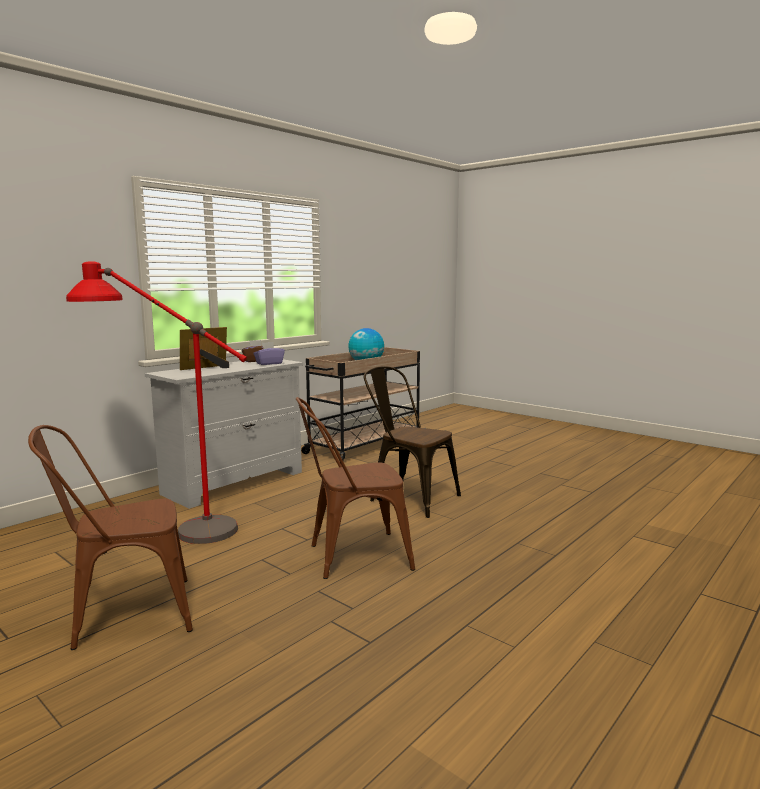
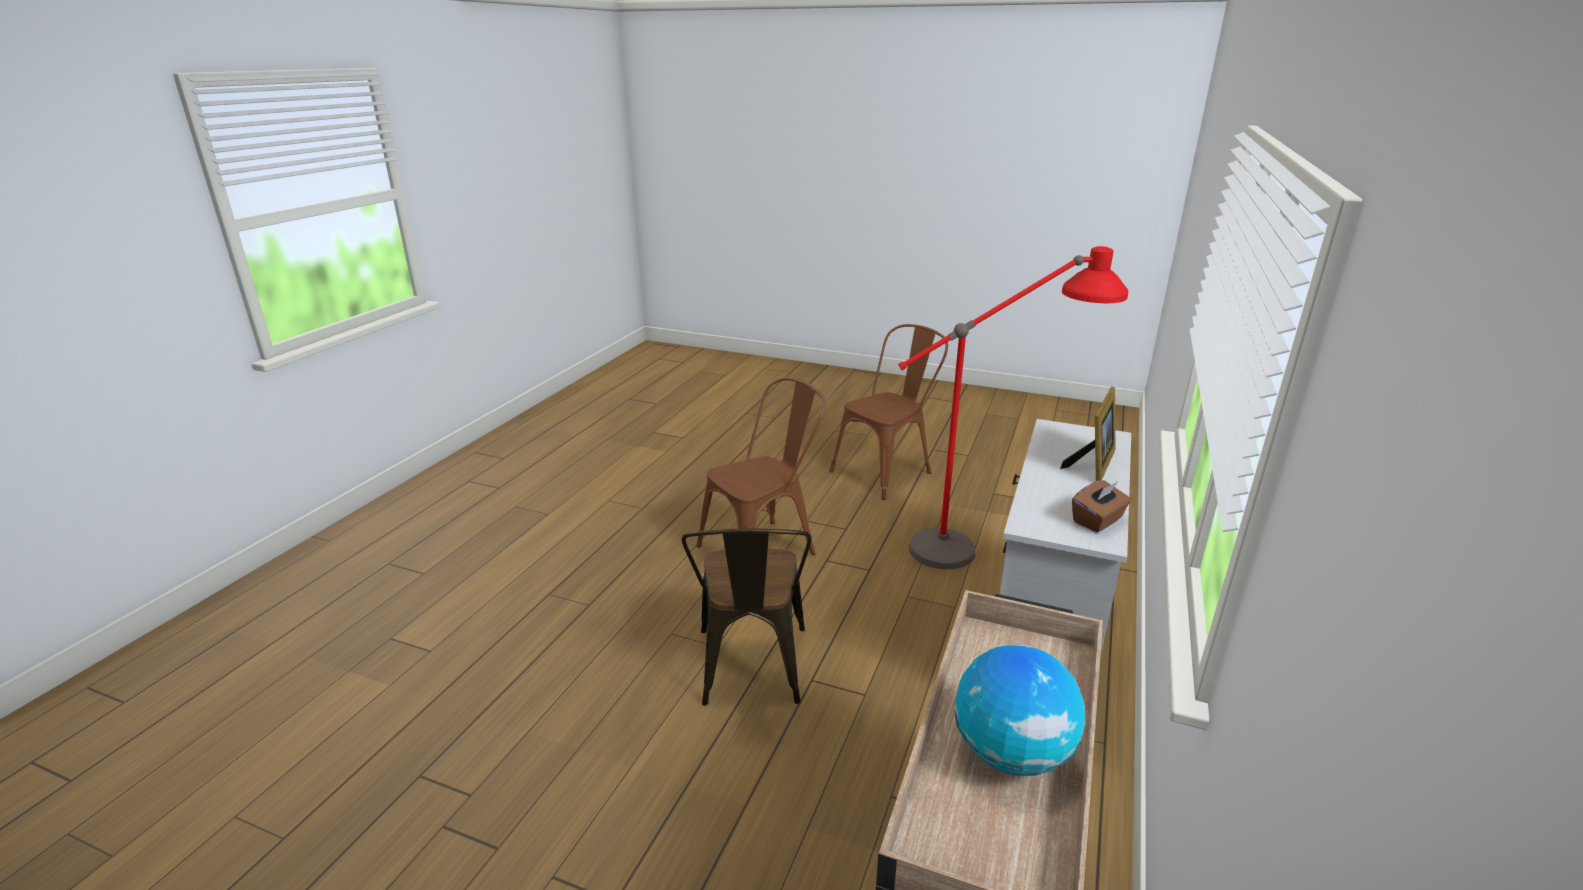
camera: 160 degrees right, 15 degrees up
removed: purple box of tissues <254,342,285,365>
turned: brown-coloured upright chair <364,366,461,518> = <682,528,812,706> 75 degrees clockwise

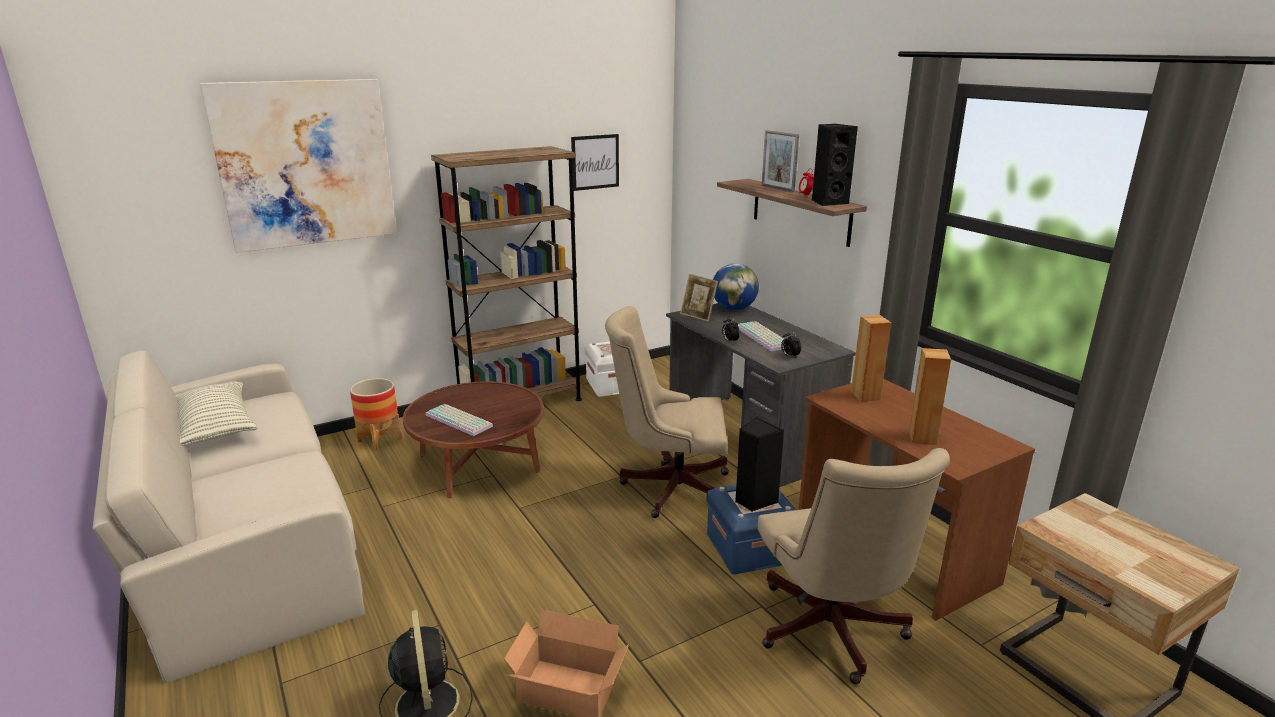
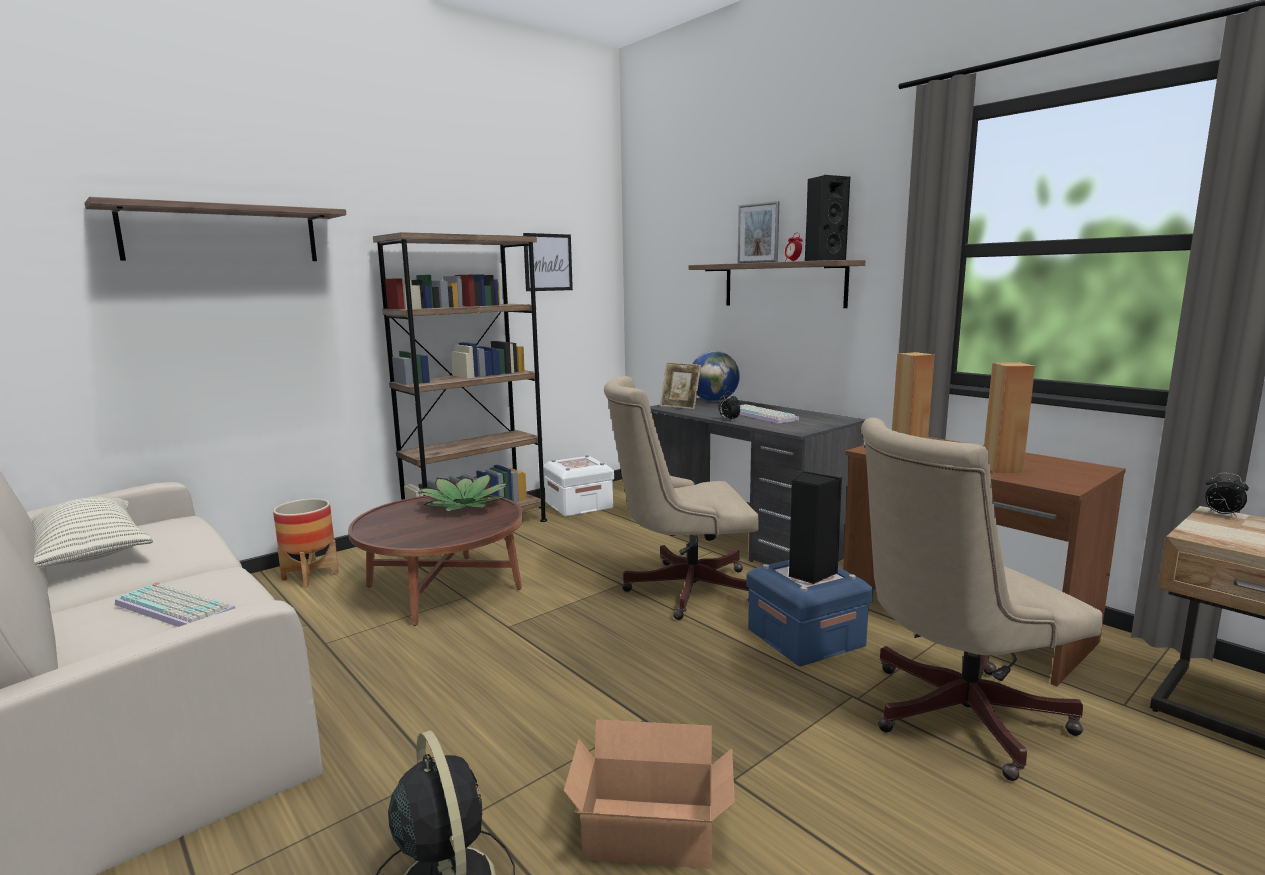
camera: 10 degrees left, 10 degrees down
added: potted plant <419,474,508,511>
moved: computer keyboard <426,404,493,436> to <115,582,235,627>; table clock <781,330,801,358> to <1205,473,1249,518>
replaced: wall art <200,79,397,253> to bracket shelf <85,197,346,261>
turned: beige-coloured desk chair <758,448,950,684> = <861,418,1102,781> 90 degrees clockwise

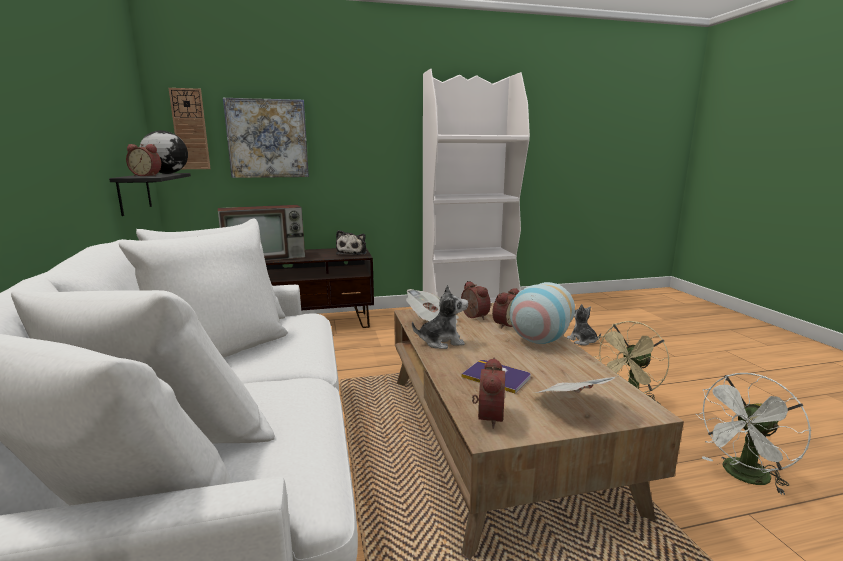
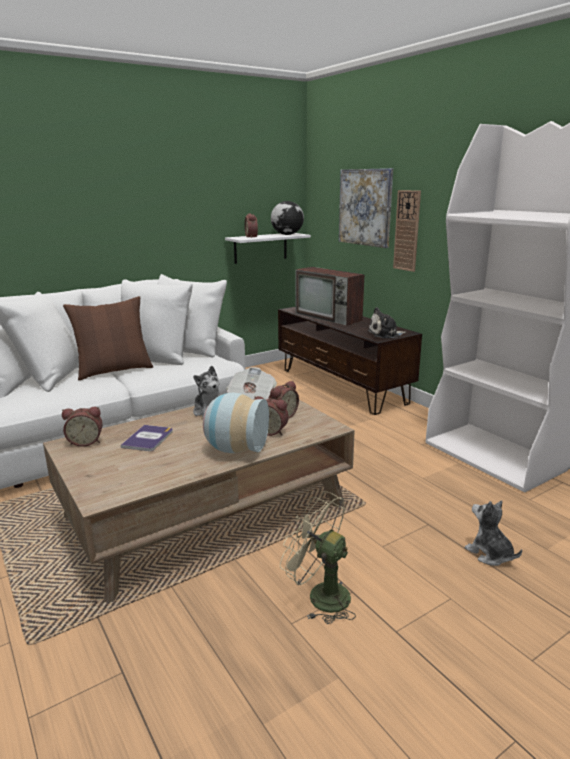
camera: 70 degrees right, 5 degrees up
removed: newspaper <535,376,618,393>; white-coloured electric fan <696,373,812,495>
added: brown-coloured throw pillow <63,296,153,380>
moved: clock on the wall <169,88,211,169> to <393,190,421,272>
recoloured: black-coloured bracket shelf <109,173,191,216> to white-coloured bracket shelf <225,233,311,264>
turned: soft toy <567,304,601,345> = <465,500,522,566> 75 degrees counterclockwise

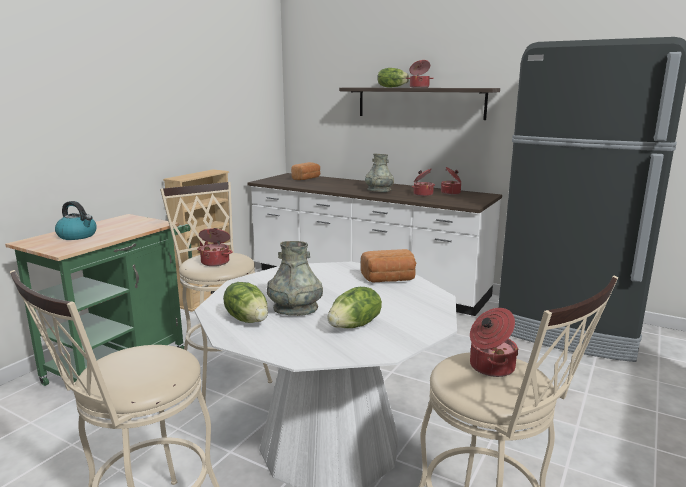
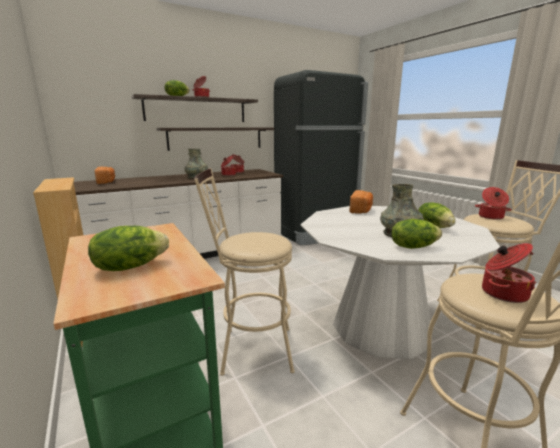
camera: 60 degrees left, 0 degrees up
added: bracket shelf <157,128,274,151>
moved: saucepot <197,228,233,266> to <482,243,536,303>
replaced: kettle <55,201,97,240> to lettuce <88,226,169,271>

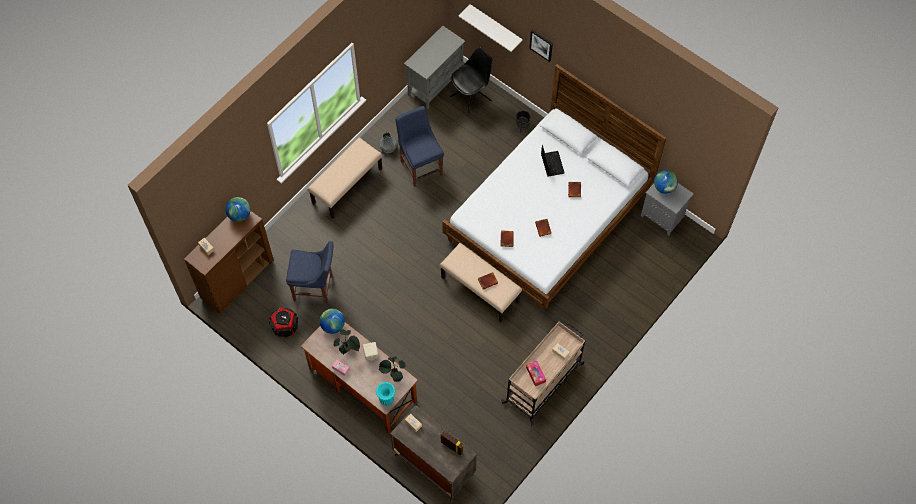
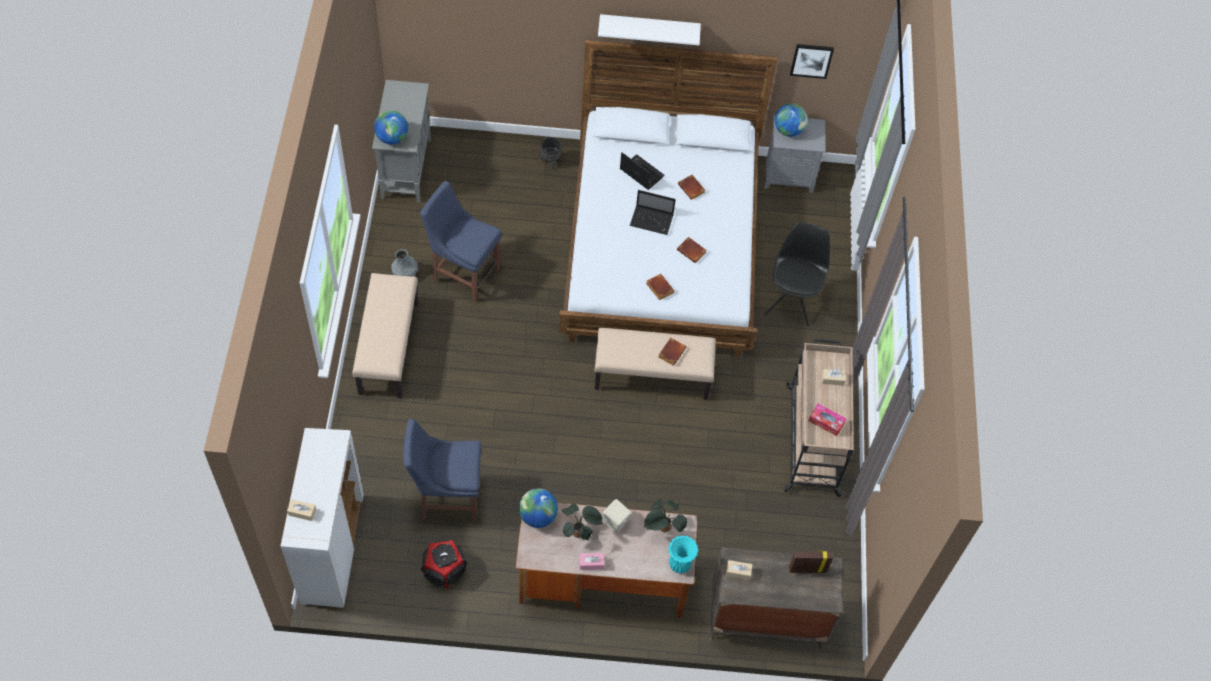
camera: 40 degrees left, 5 degrees down
added: portable computer <630,190,676,235>
moved: desk globe <225,197,251,222> to <374,110,408,145>; black-coloured upright chair <450,47,493,116> to <765,222,830,326>; white-coloured bracket shelf <458,4,523,52> to <598,14,701,45>; wall art <529,30,553,62> to <790,44,834,79>
recoloured: brown-coloured cupboard <184,211,274,314> to white-coloured cupboard <281,428,364,608>
turned: bluish upright chair <286,241,333,304> = <404,419,481,521> 150 degrees counterclockwise

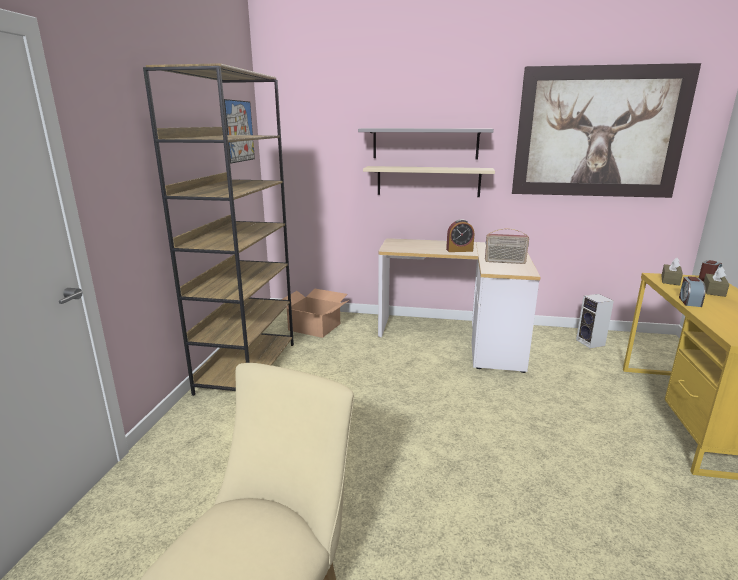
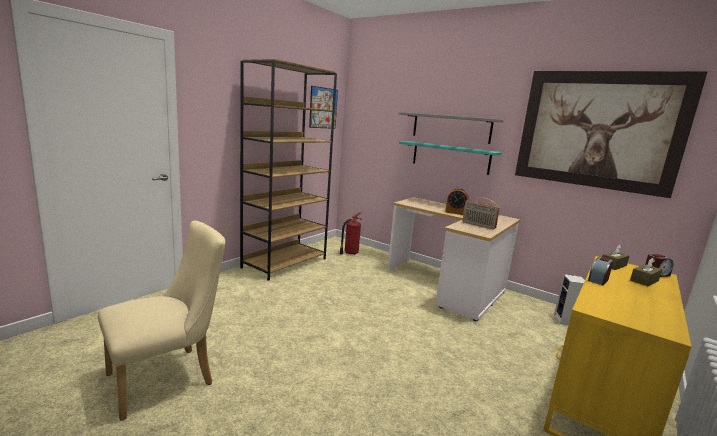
camera: 25 degrees right, 5 degrees down
replaced: packing box <281,288,349,338> to fire extinguisher <340,212,362,255>
recoloured: beige-coloured bracket shelf <363,166,495,197> to blue-green bracket shelf <399,141,502,175>

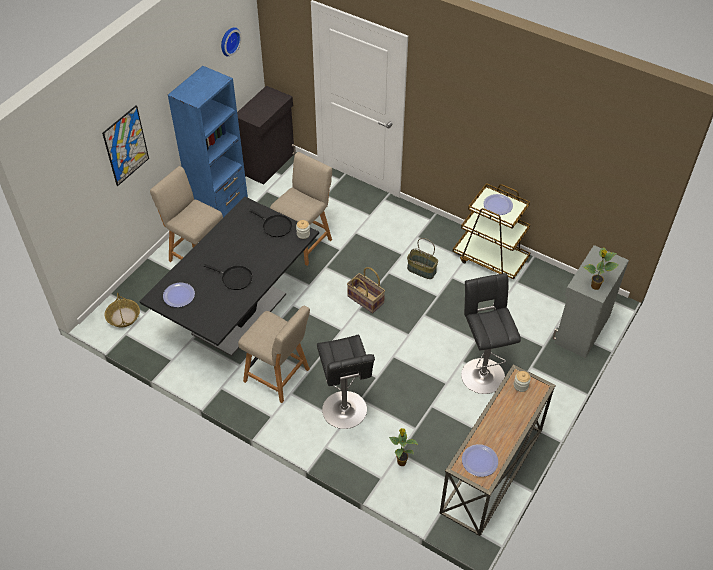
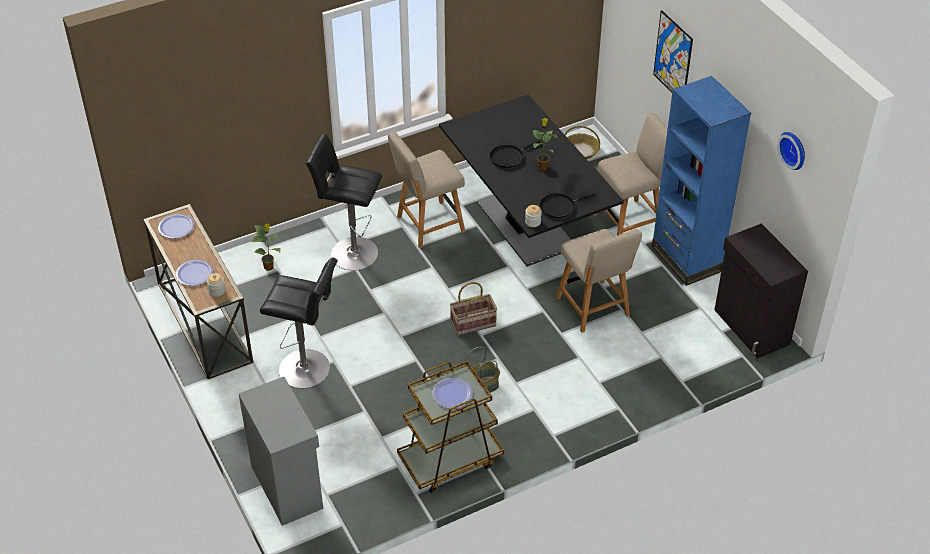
camera: 120 degrees right, 5 degrees down
moved: plate <163,283,195,307> to <176,260,213,286>; potted plant <583,247,619,290> to <533,118,558,171>

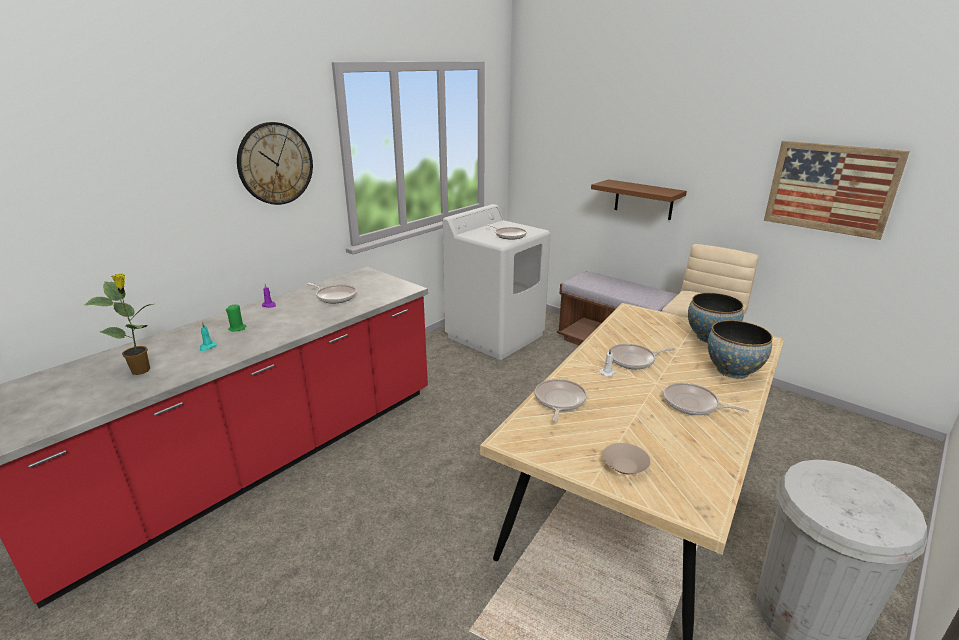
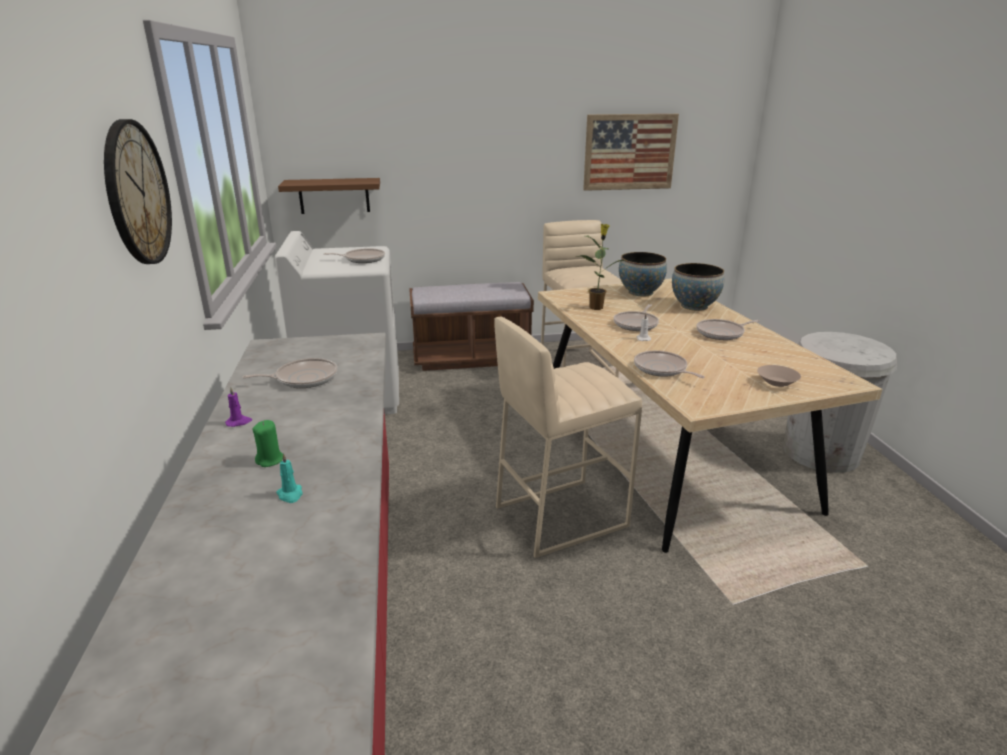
camera: 50 degrees left, 0 degrees up
added: beige-coloured sitting stool <494,317,642,558>
moved: potted plant <84,274,153,375> to <576,224,624,310>; brown-coloured bracket shelf <591,179,687,220> to <278,178,380,214>

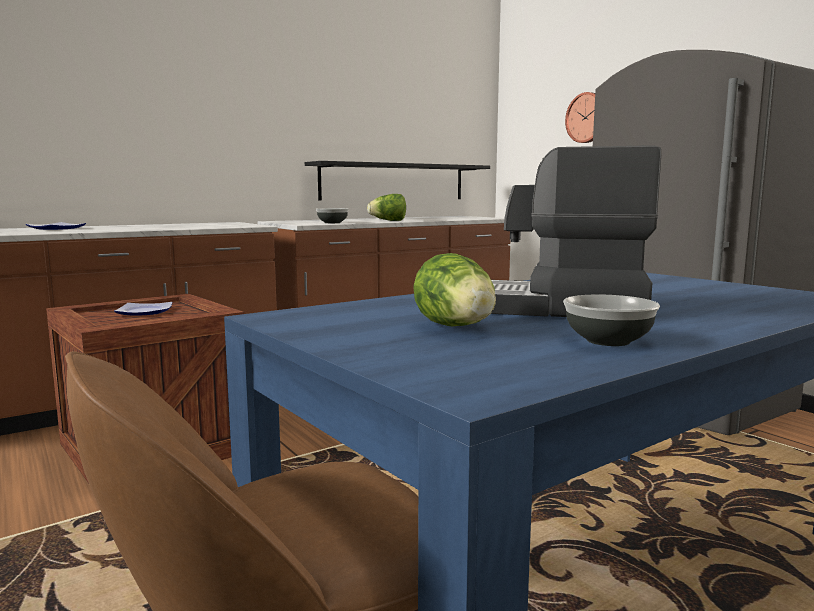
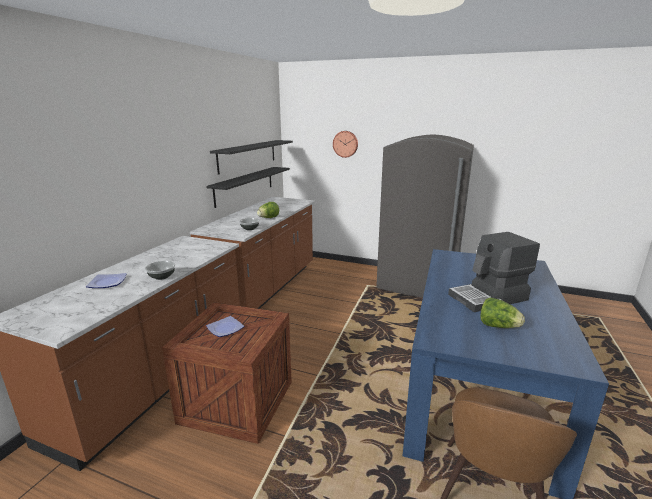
camera: 35 degrees left, 10 degrees up
added: black-coloured bracket shelf <210,140,293,175>
moved: bowl <563,294,660,346> to <145,261,175,280>

